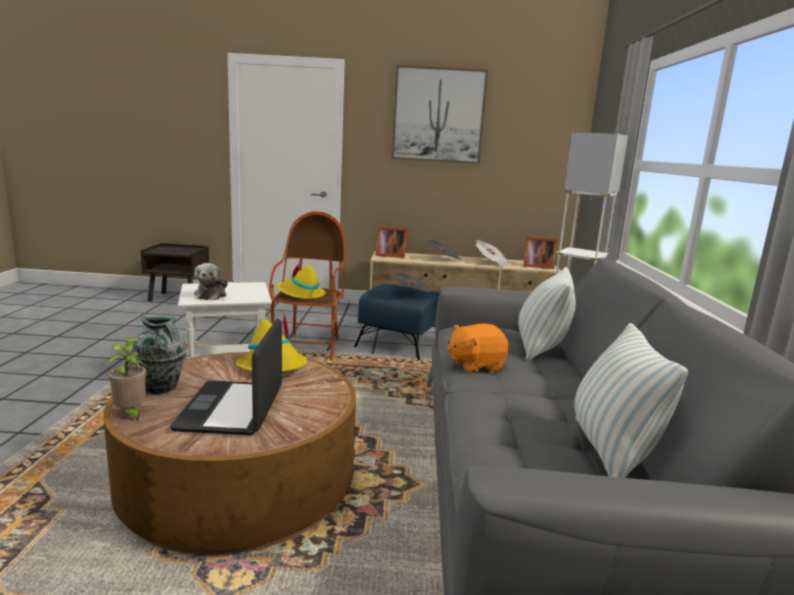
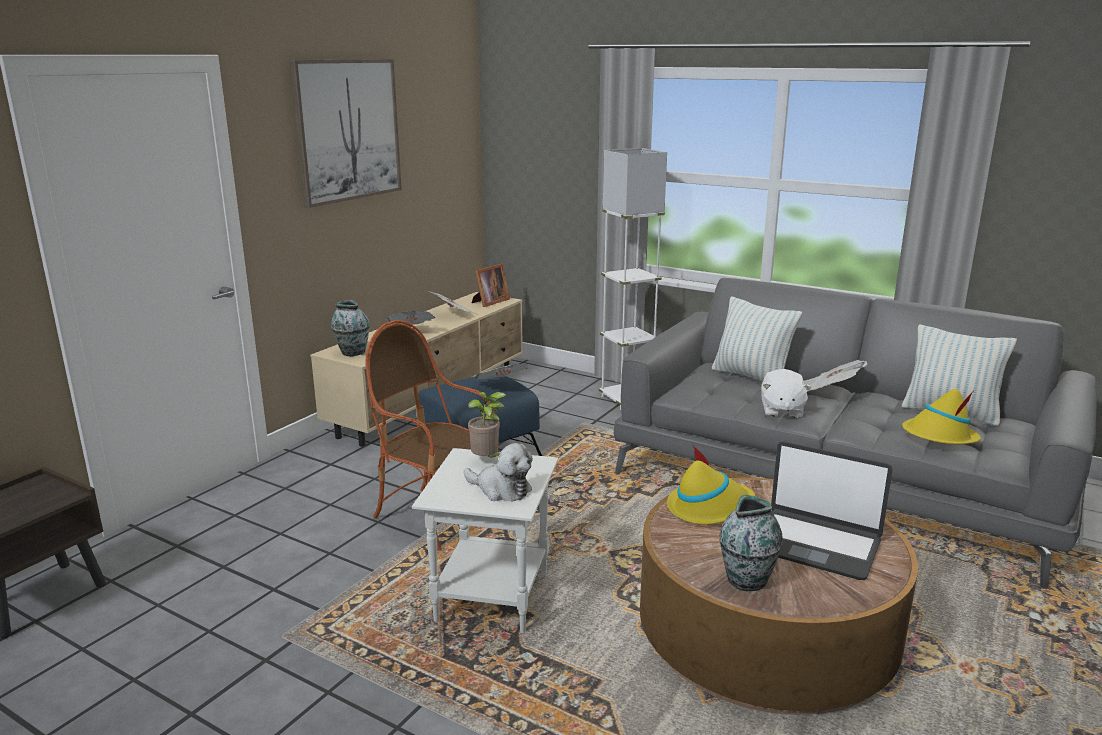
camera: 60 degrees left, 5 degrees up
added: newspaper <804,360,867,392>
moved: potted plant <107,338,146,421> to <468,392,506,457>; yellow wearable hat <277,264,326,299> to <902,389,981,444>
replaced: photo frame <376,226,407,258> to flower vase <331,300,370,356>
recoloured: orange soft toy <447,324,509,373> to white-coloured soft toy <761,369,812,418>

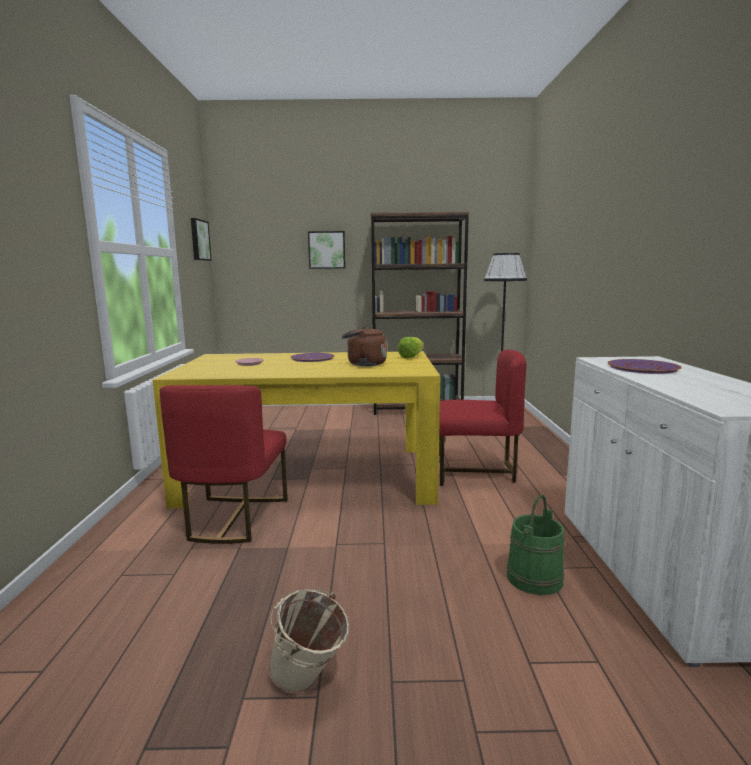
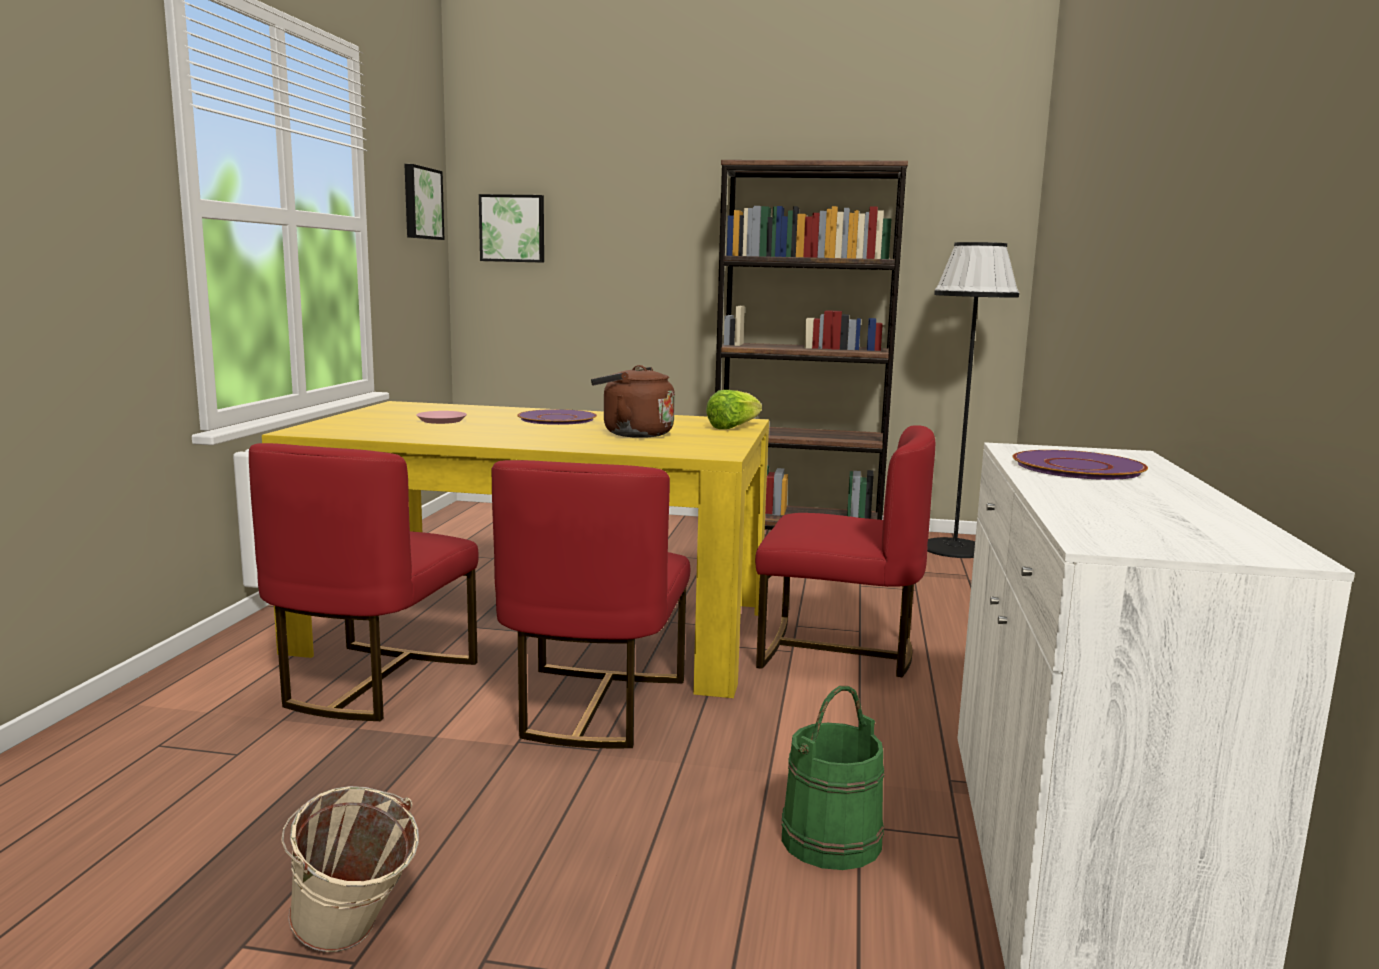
camera: 10 degrees right, 0 degrees up
added: red upright chair <491,460,690,748>
moved: wall art <308,231,345,269> to <479,194,544,263>

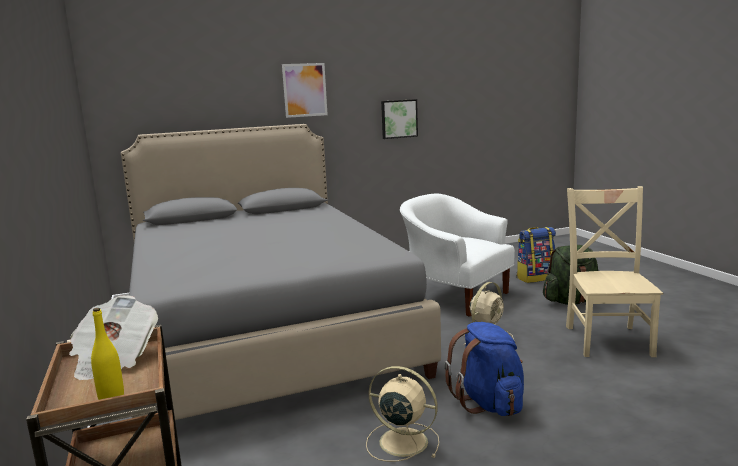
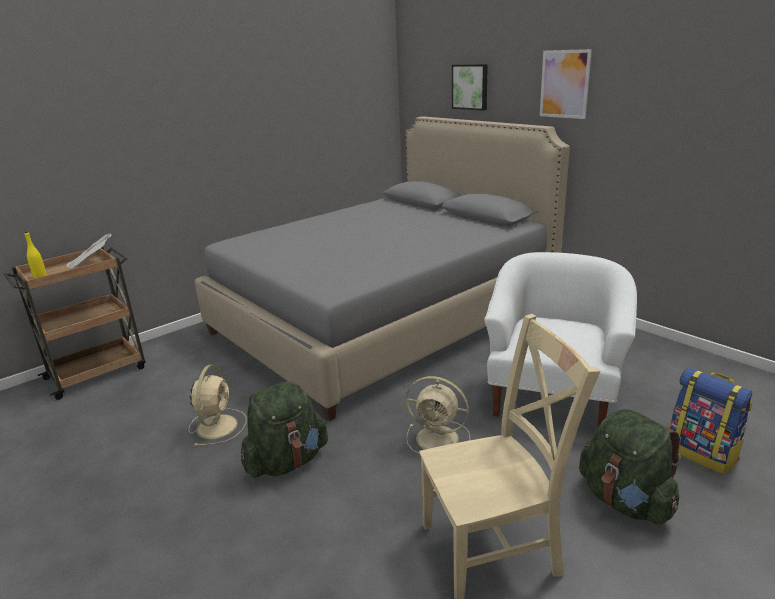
camera: 70 degrees right, 10 degrees up
moved: wall art <381,99,418,139> to <452,64,488,111>
recoloured: bluish backpack <444,322,524,416> to greenish backpack <241,382,328,478>

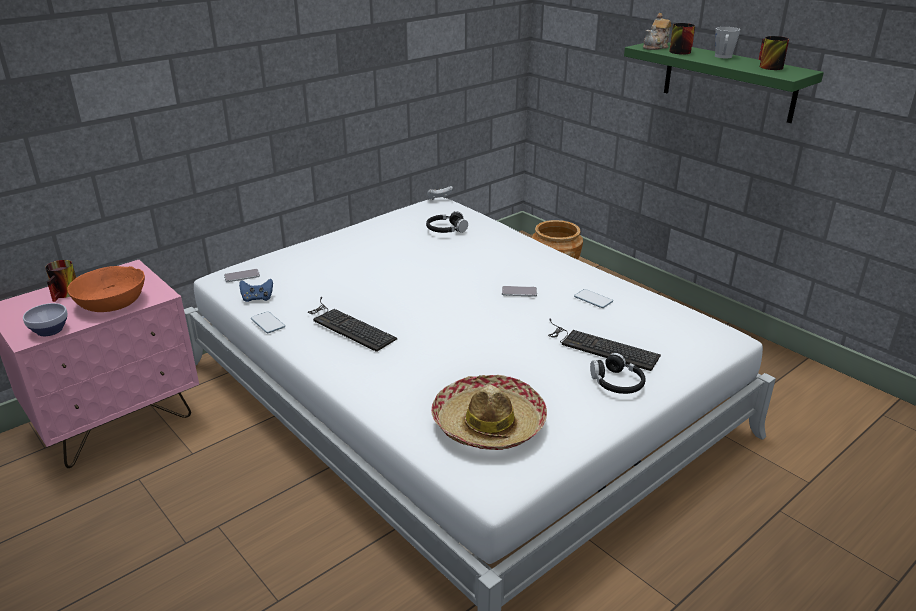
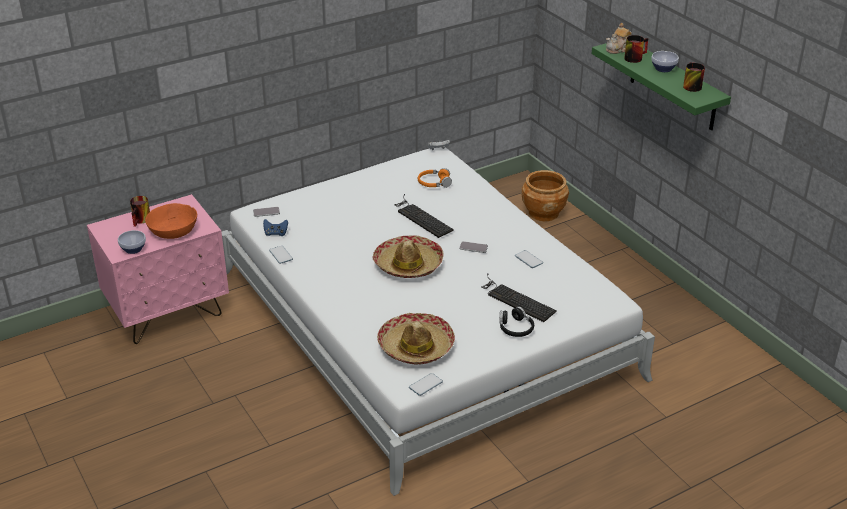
camera: 10 degrees right, 5 degrees up
added: wearable hat <373,235,444,278>; telephone <409,373,443,396>
moved: computer keyboard <308,297,397,352> to <394,194,454,238>
replaced: gray tea mug <715,27,740,58> to bowl <651,51,679,72>
recoloured: black-coloured pair of headphones <426,211,468,233> to orange pair of headphones <418,168,452,188>

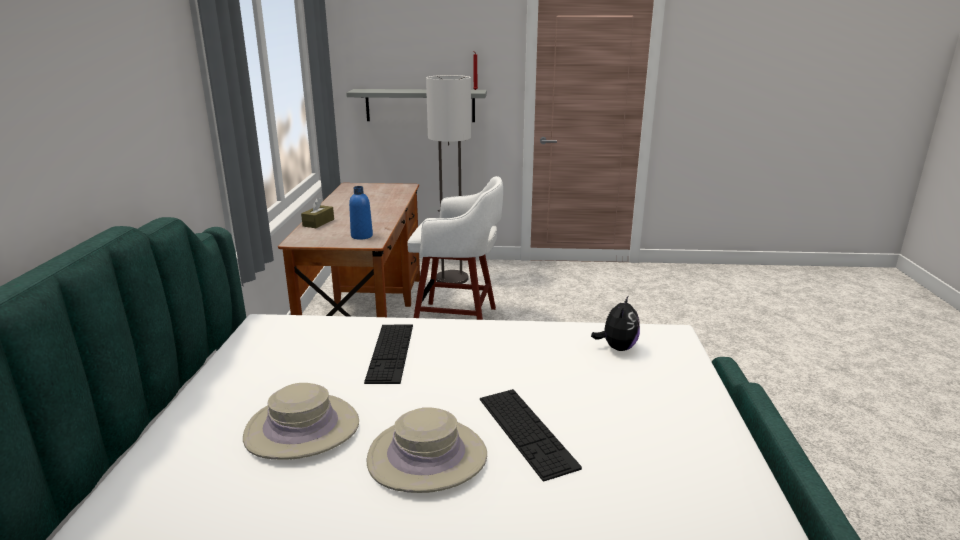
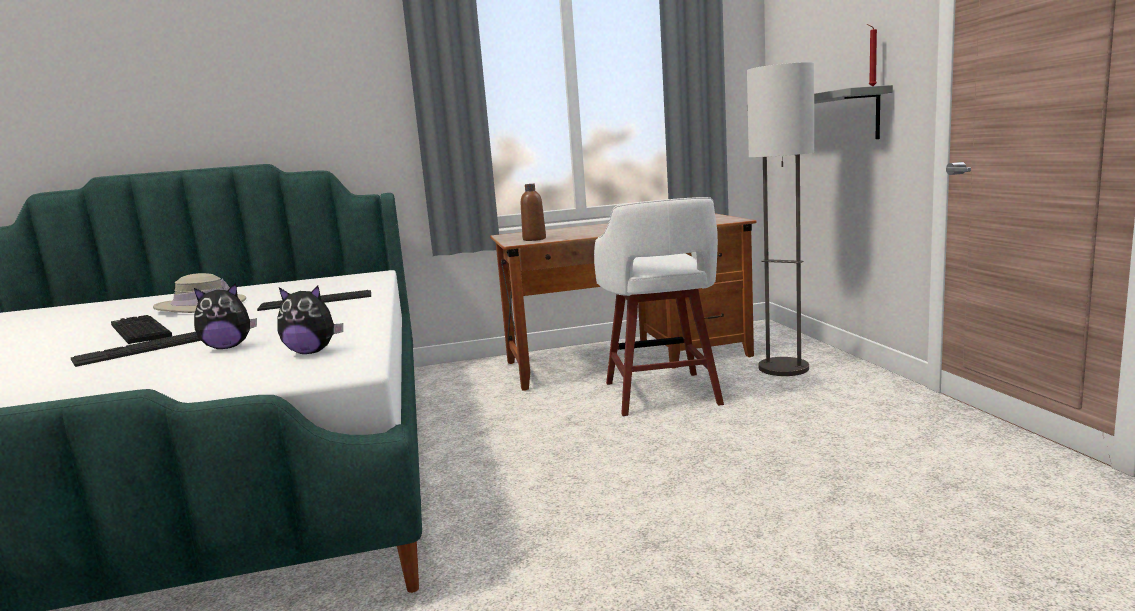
camera: 75 degrees right, 10 degrees down
removed: brown-coloured box of tissues <301,197,334,228>
added: soft toy <194,283,257,349>
replaced: beige-coloured wearable hat <367,407,487,493> to computer keyboard <111,315,172,344>
recoloured: bluish bottle <349,186,373,240> to brown-coloured bottle <521,184,546,241>

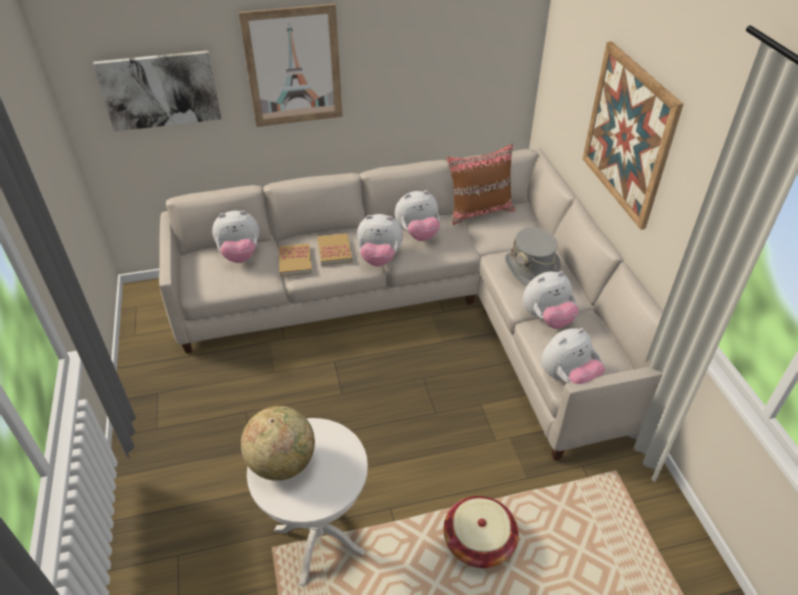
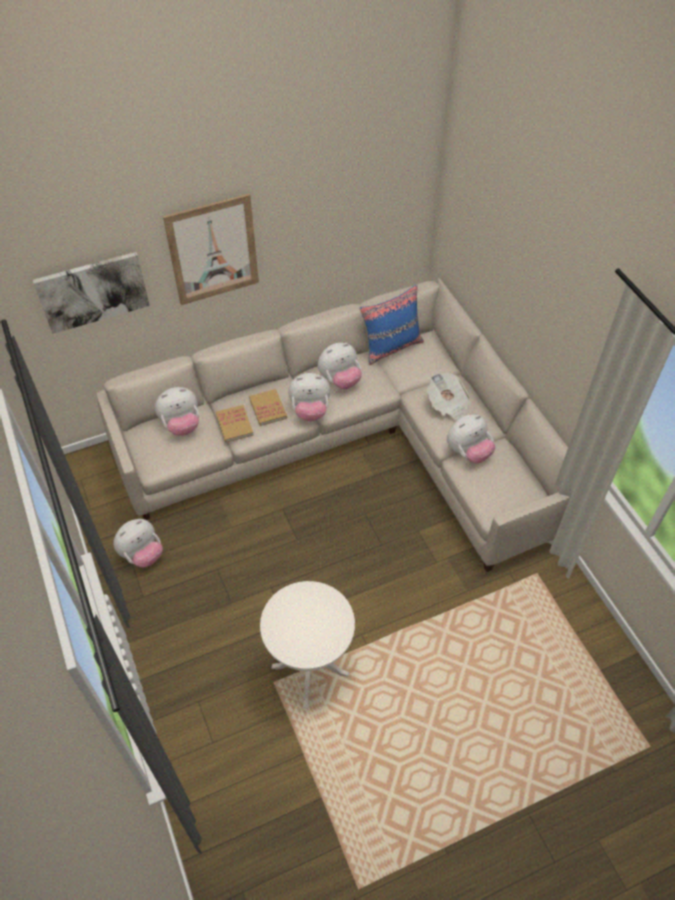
camera: 10 degrees left, 10 degrees up
removed: desk globe <241,406,315,481>; household basket <444,496,519,568>; wall art <582,41,683,230>
moved: soft toy <541,328,605,384> to <113,519,163,568>
replaced: gray wearable hat <505,227,561,287> to newspaper <427,373,472,421>
recoloured: brown-coloured throw pillow <447,144,516,225> to bluish throw pillow <360,284,424,365>

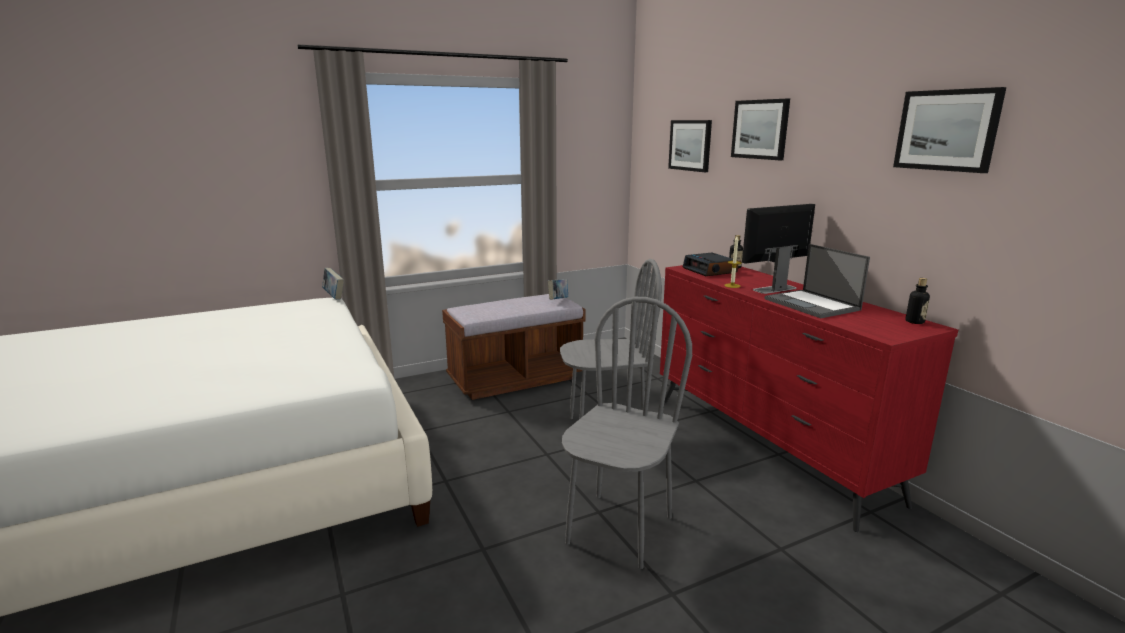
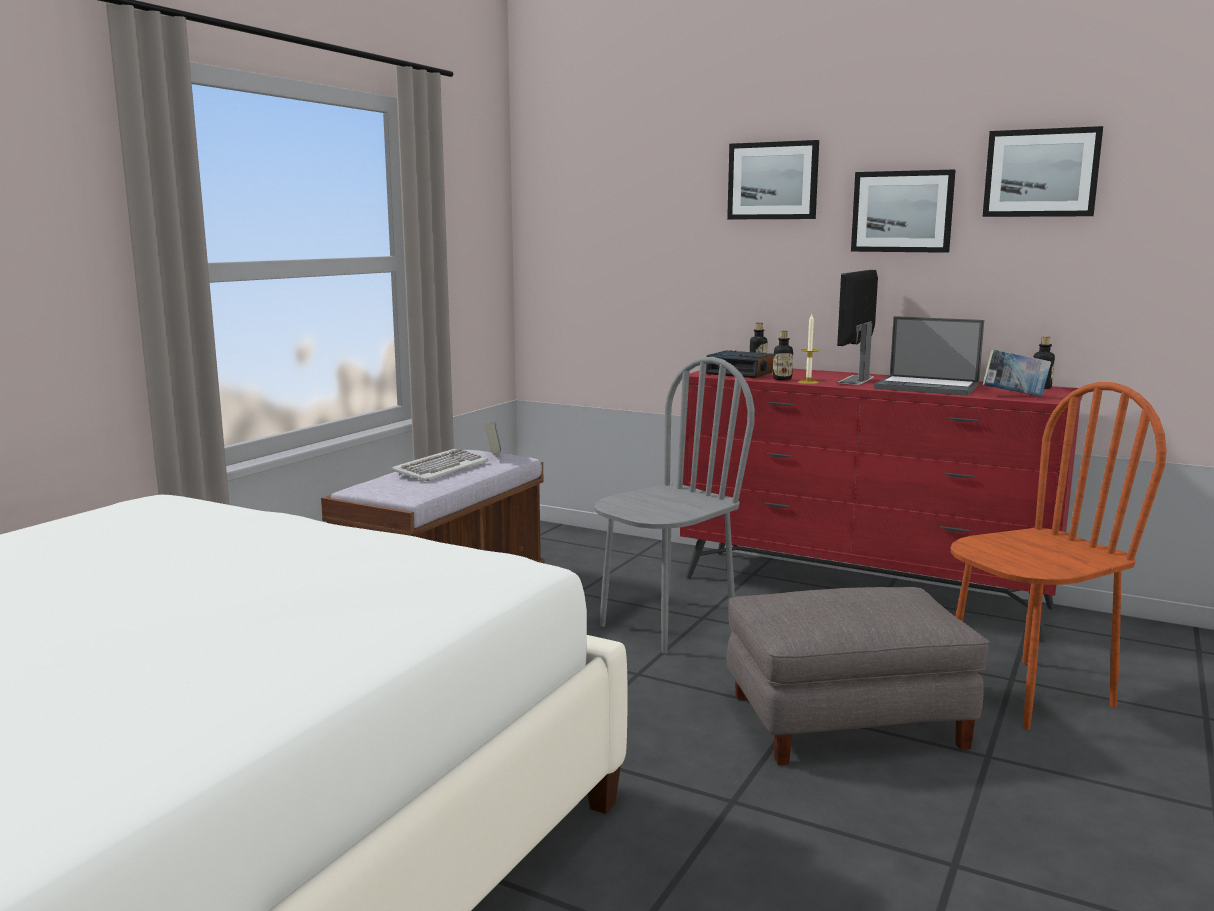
camera: 35 degrees left, 5 degrees down
added: computer keyboard <391,449,488,481>; bottle <773,331,793,380>; brown-coloured upright chair <950,382,1167,730>
moved: book <322,268,344,300> to <983,349,1051,397>; wall art <668,120,712,172> to <851,169,956,253>
replaced: gray upright chair <562,297,692,569> to gray footrest <727,587,990,765>

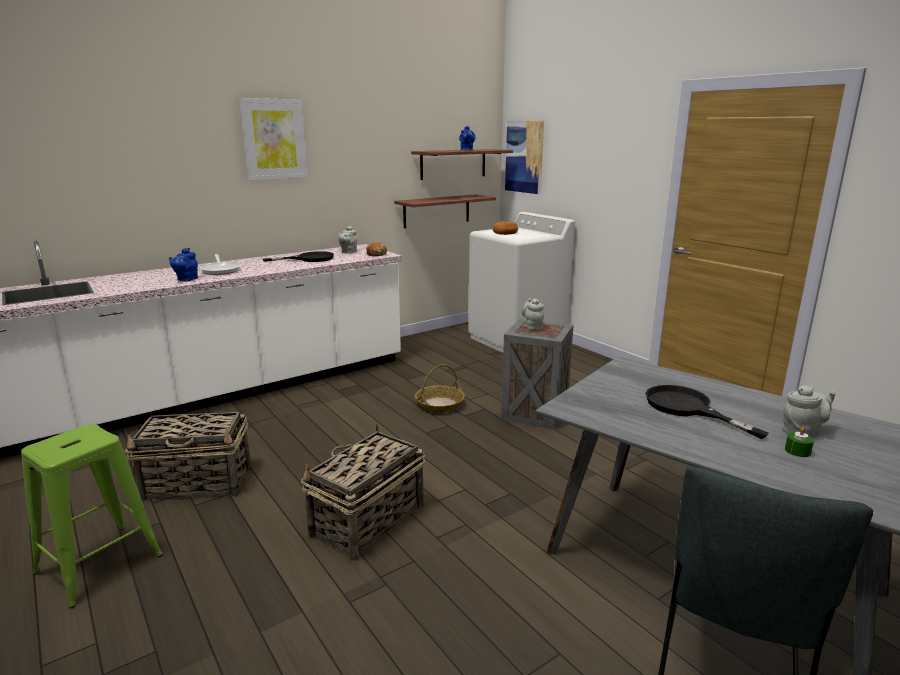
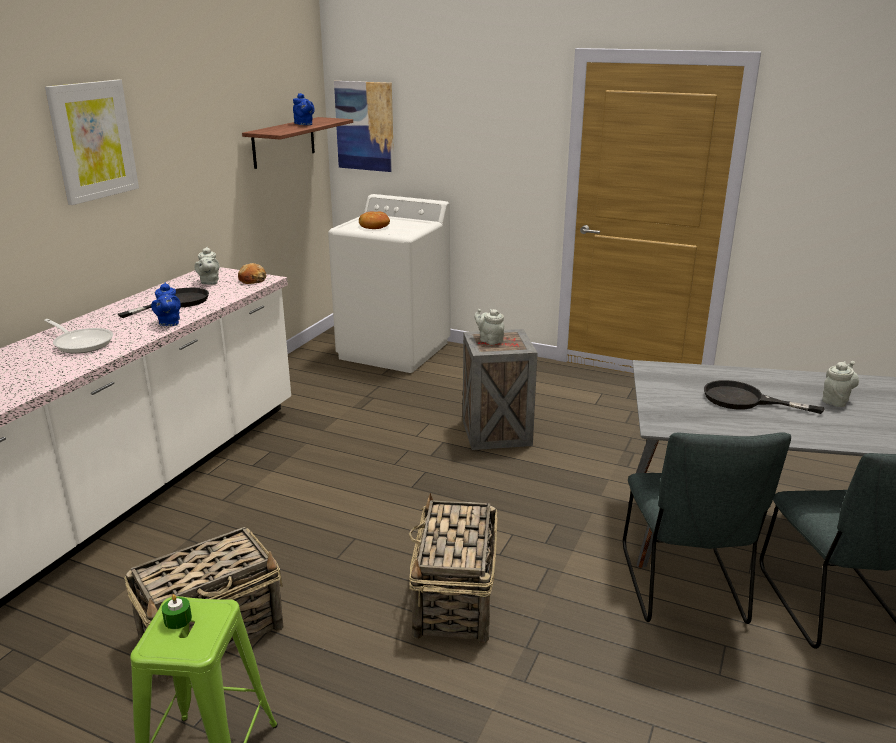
camera: 30 degrees left, 5 degrees up
removed: bracket shelf <394,195,496,228>; household basket <415,364,465,413>
added: gray upright chair <623,432,791,624>
moved: bluish teapot <169,248,198,282> to <151,282,181,326>; greenish wax light <785,426,814,457> to <162,594,192,629>

